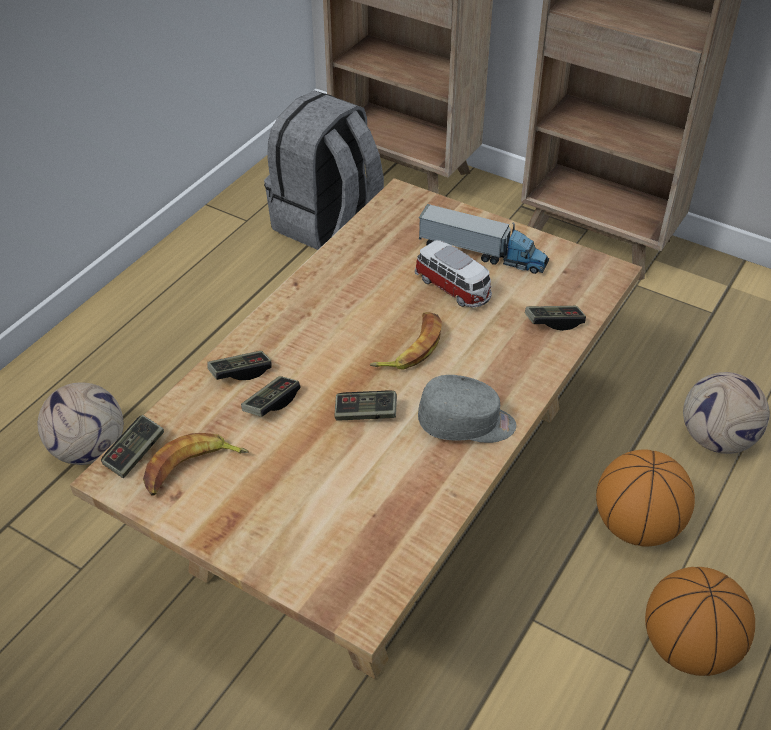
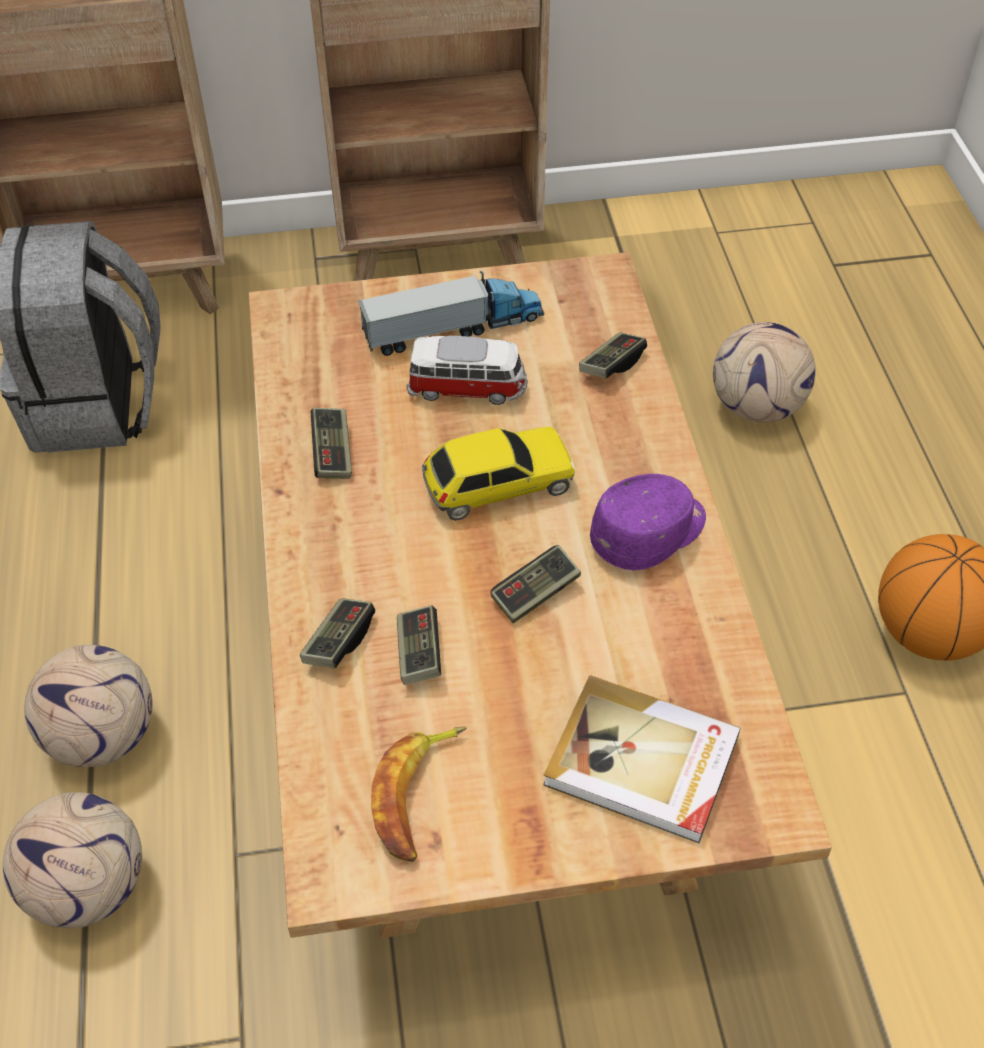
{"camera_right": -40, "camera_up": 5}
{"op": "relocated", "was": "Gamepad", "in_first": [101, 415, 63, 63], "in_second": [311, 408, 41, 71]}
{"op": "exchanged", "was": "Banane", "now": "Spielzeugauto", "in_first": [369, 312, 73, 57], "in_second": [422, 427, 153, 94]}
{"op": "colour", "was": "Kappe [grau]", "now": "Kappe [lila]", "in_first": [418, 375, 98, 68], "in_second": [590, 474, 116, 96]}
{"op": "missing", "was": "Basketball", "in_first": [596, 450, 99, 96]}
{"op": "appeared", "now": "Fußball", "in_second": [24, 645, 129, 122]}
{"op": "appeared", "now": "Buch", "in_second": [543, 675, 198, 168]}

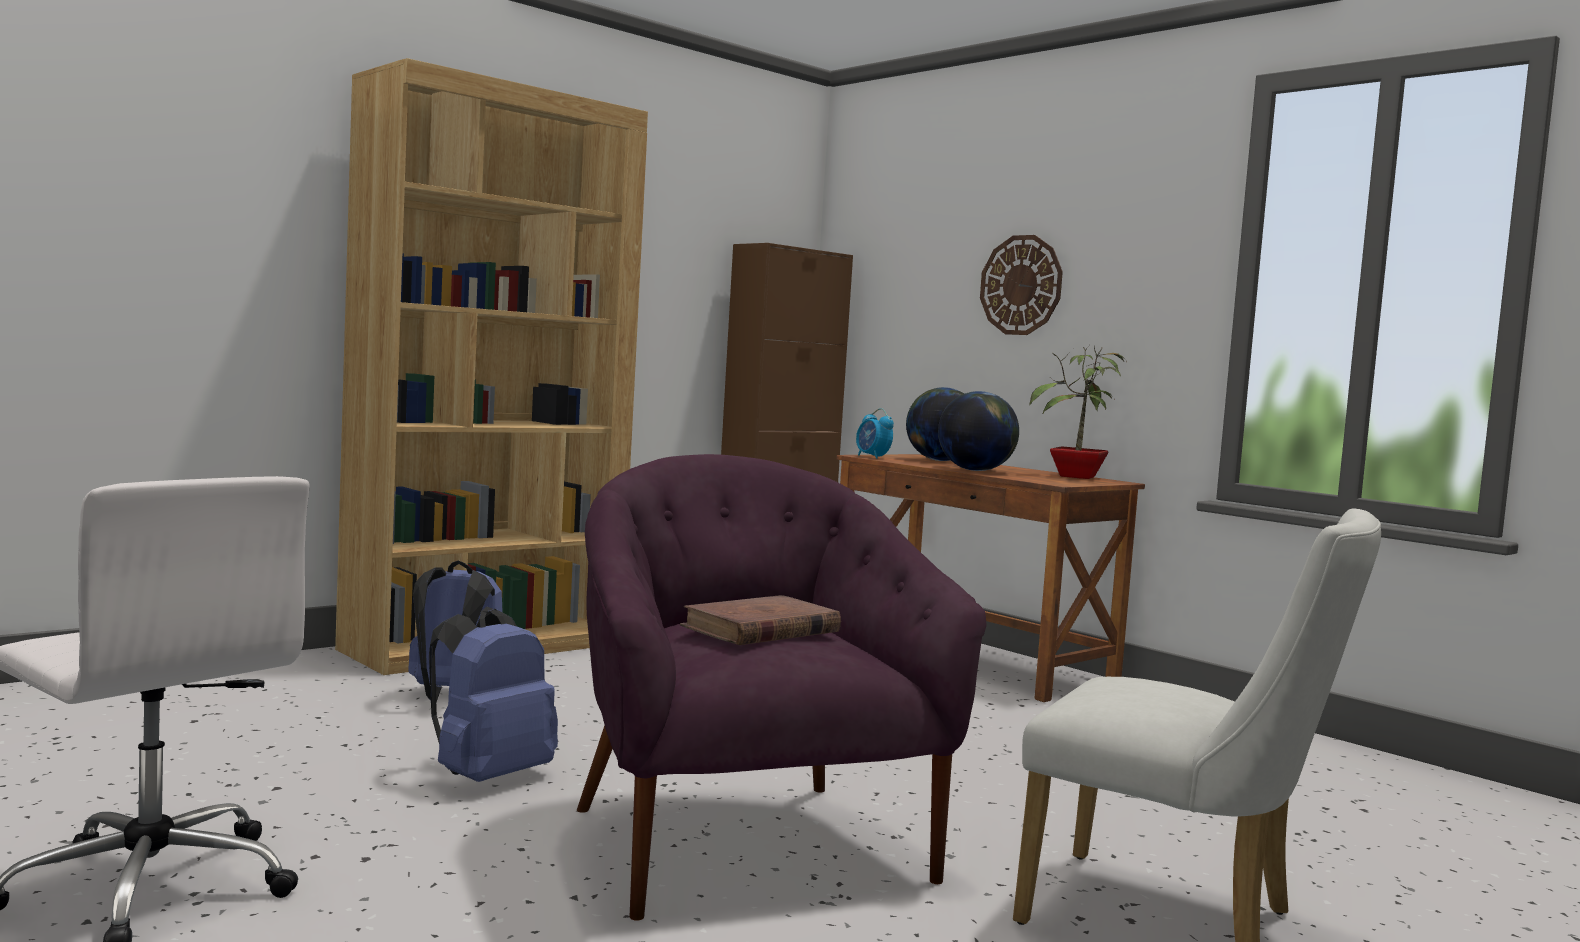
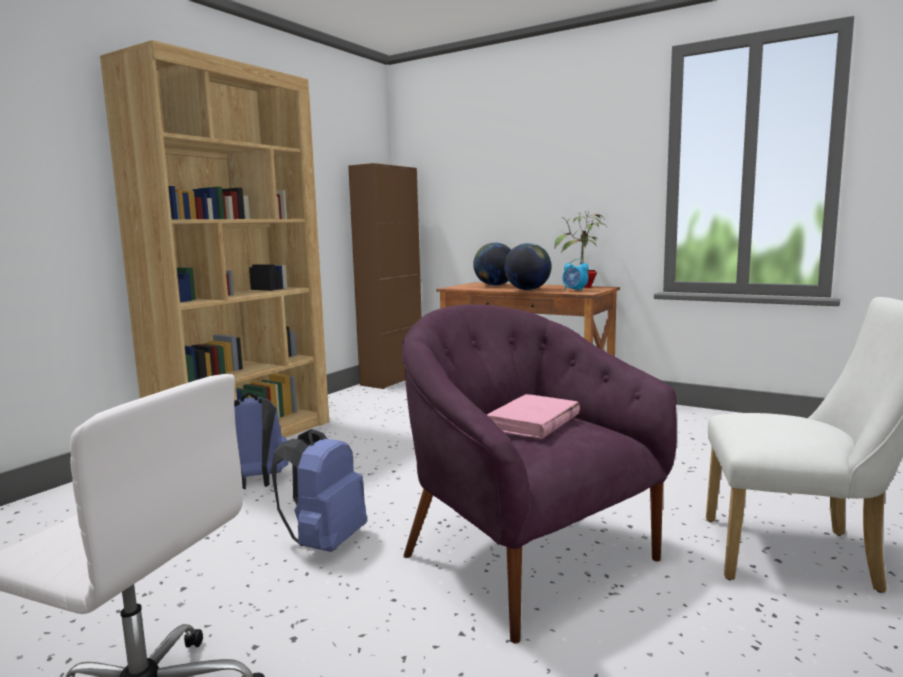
{"camera_right": -15, "camera_up": 5}
{"op": "colour", "was": "Buch [braun]", "now": "Buch [rosa]", "in_first": [680, 595, 161, 50], "in_second": [487, 394, 93, 45]}
{"op": "relocated", "was": "Wecker", "in_first": [856, 408, 38, 51], "in_second": [562, 259, 27, 32]}
{"op": "missing", "was": "Wanduhr", "in_first": [980, 235, 83, 100]}

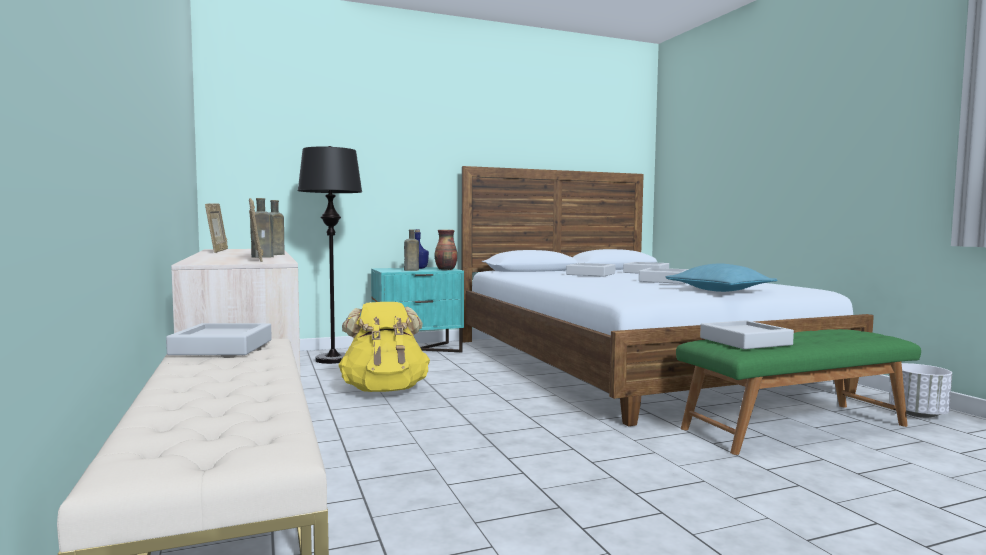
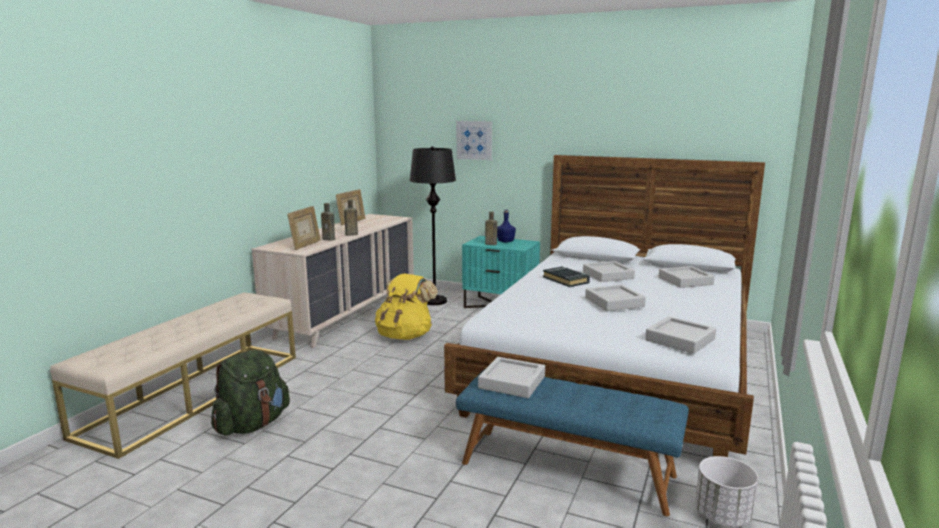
{"camera_right": 45, "camera_up": 10}
{"op": "relocated", "was": "Tablett [grau]", "in_first": [166, 323, 106, 32], "in_second": [645, 316, 71, 38]}
{"op": "missing", "was": "Vase", "in_first": [435, 230, 22, 40]}
{"op": "missing", "was": "Kissen [türkis]", "in_first": [666, 264, 112, 28]}
{"op": "colour", "was": "Bank [grün]", "now": "Bank [blau]", "in_first": [676, 329, 245, 126], "in_second": [456, 369, 233, 147]}
{"op": "appeared", "now": "Rucksack [grün]", "in_second": [211, 350, 79, 85]}
{"op": "appeared", "now": "Bild", "in_second": [456, 121, 36, 39]}
{"op": "appeared", "now": "Buch [schwarz]", "in_second": [543, 267, 47, 20]}

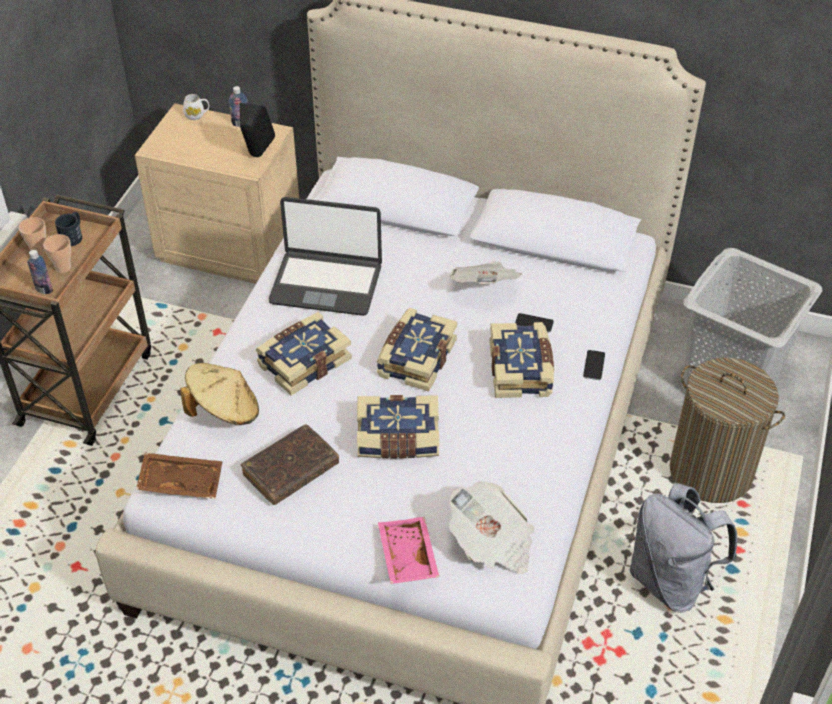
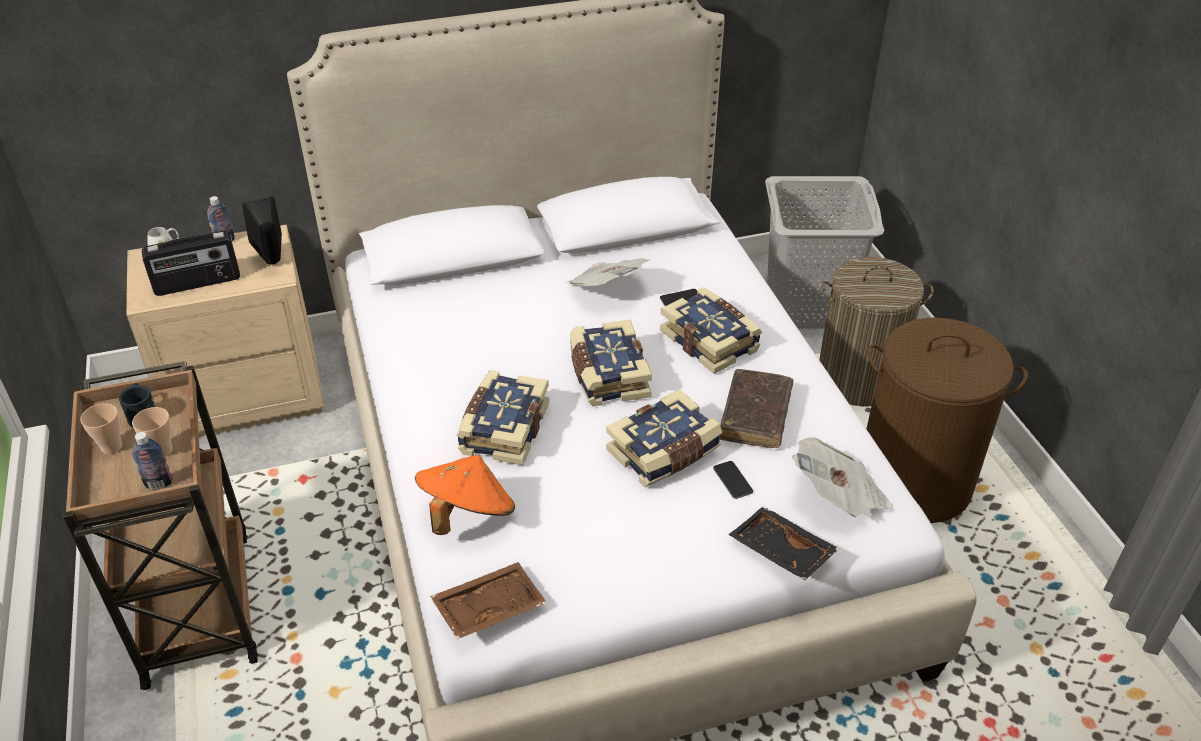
{"camera_right": -35, "camera_up": -5}
{"op": "colour", "was": "Hut [beige]", "now": "Hut [orange]", "in_first": [180, 363, 79, 62], "in_second": [415, 455, 100, 80]}
{"op": "relocated", "was": "Buch [braun]", "in_first": [241, 425, 98, 80], "in_second": [720, 369, 73, 79]}
{"op": "missing", "was": "Laptop", "in_first": [268, 197, 114, 119]}
{"op": "colour", "was": "Tablett [rosa]", "now": "Tablett [schwarz]", "in_first": [378, 517, 61, 67], "in_second": [728, 506, 112, 74]}
{"op": "relocated", "was": "Handy", "in_first": [583, 350, 22, 30], "in_second": [713, 461, 40, 38]}
{"op": "exchanged", "was": "Rucksack [grau]", "now": "Wäschekorb [braun]", "in_first": [629, 483, 108, 130], "in_second": [867, 317, 161, 206]}
{"op": "appeared", "now": "Radio", "in_second": [142, 231, 98, 65]}

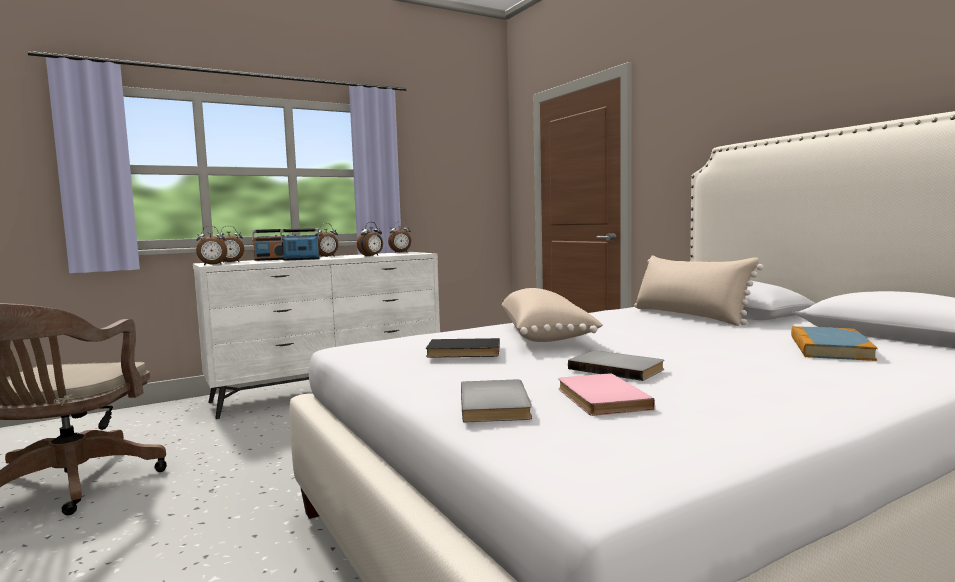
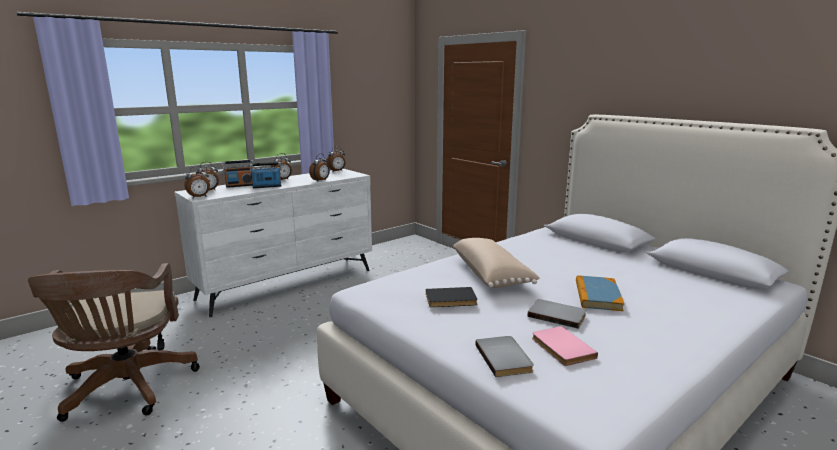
{"camera_right": -10, "camera_up": 10}
{"op": "missing", "was": "Kissen [beige]", "in_first": [634, 255, 129, 71]}
{"op": "relocated", "was": "Buch", "in_first": [791, 326, 86, 35], "in_second": [576, 275, 48, 36]}

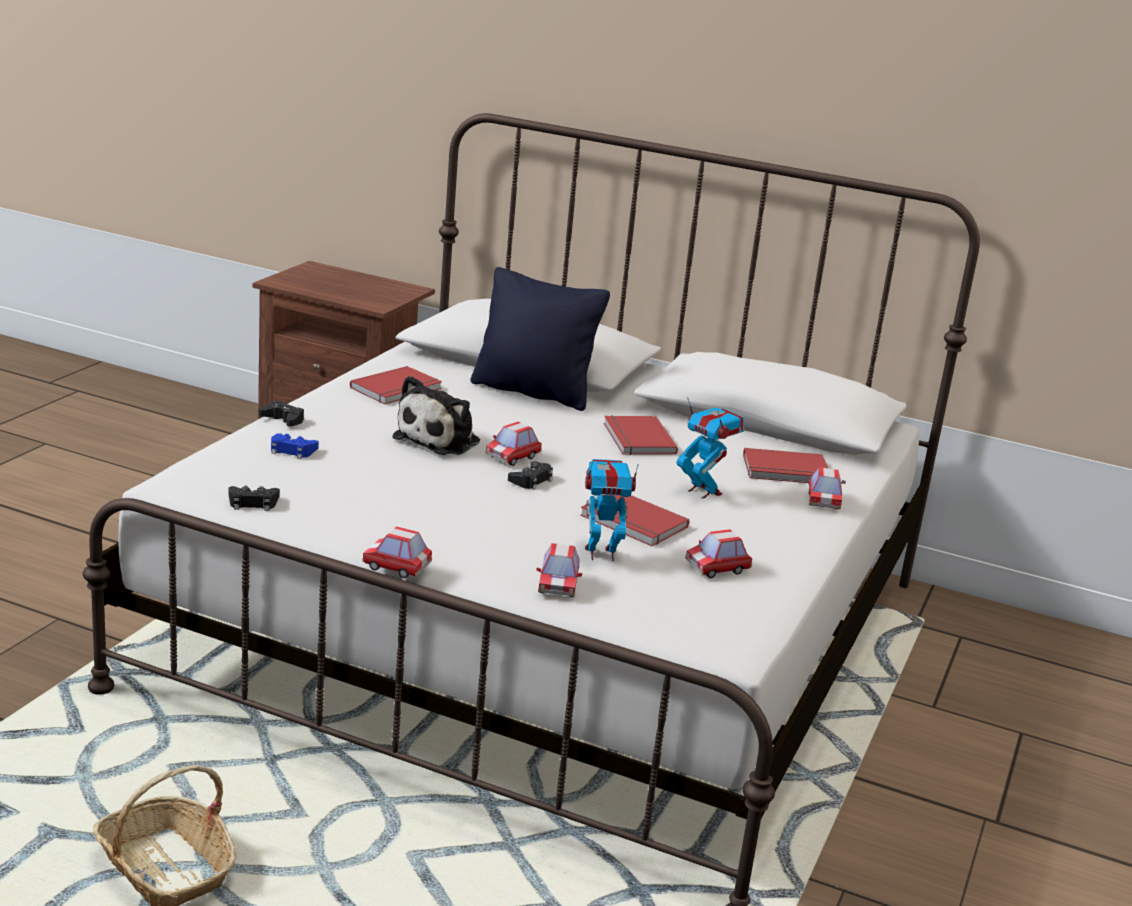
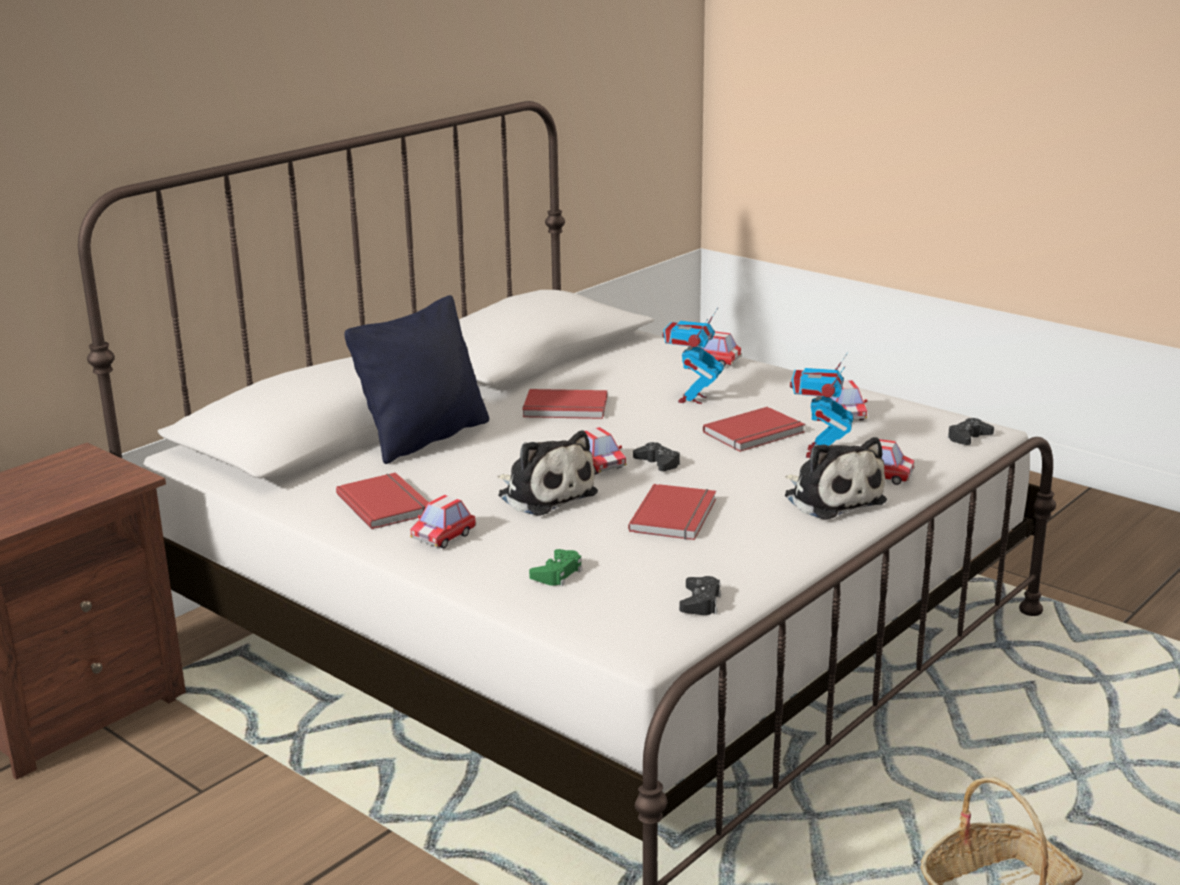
{"camera_right": -70, "camera_up": 0}
{"op": "relocated", "was": "Gamepad [schwarz]", "in_first": [259, 401, 45, 26], "in_second": [948, 418, 46, 27]}
{"op": "colour", "was": "Gamepad [blau]", "now": "Gamepad [grün]", "in_first": [271, 433, 48, 26], "in_second": [529, 549, 53, 37]}
{"op": "relocated", "was": "Spielzeugauto", "in_first": [362, 526, 70, 52], "in_second": [410, 495, 66, 54]}
{"op": "spun", "was": "Spielzeugroboter", "in_first": [677, 397, 67, 102], "in_second": [662, 308, 62, 96], "clockwise": -45}
{"op": "relocated", "was": "Buch [rot]", "in_first": [743, 448, 85, 35], "in_second": [628, 484, 88, 56]}
{"op": "appeared", "now": "Plüschtier", "in_second": [785, 437, 102, 83]}

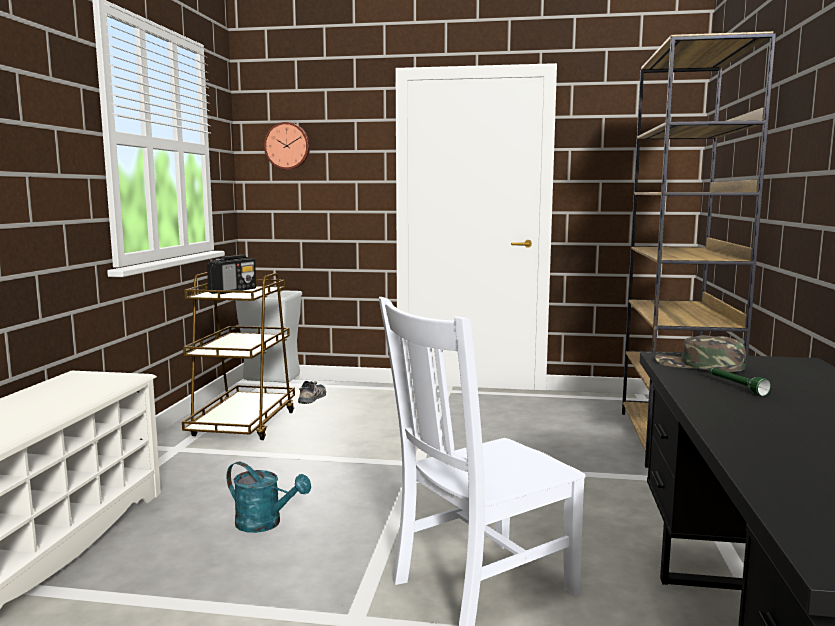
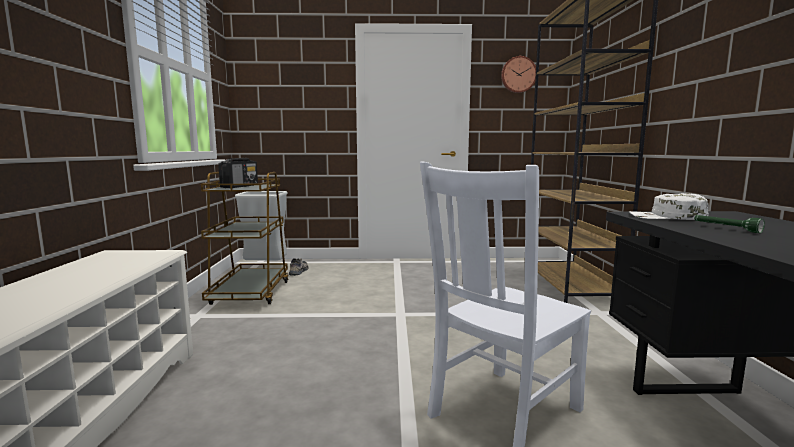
{"camera_right": -10, "camera_up": 0}
{"op": "missing", "was": "Gießkanne [türkis]", "in_first": [227, 462, 84, 71]}
{"op": "relocated", "was": "Wanduhr", "in_first": [264, 122, 46, 48], "in_second": [501, 56, 35, 37]}
{"op": "colour", "was": "Kappe [grün]", "now": "Kappe [weiß]", "in_first": [655, 335, 91, 37], "in_second": [629, 193, 80, 27]}

